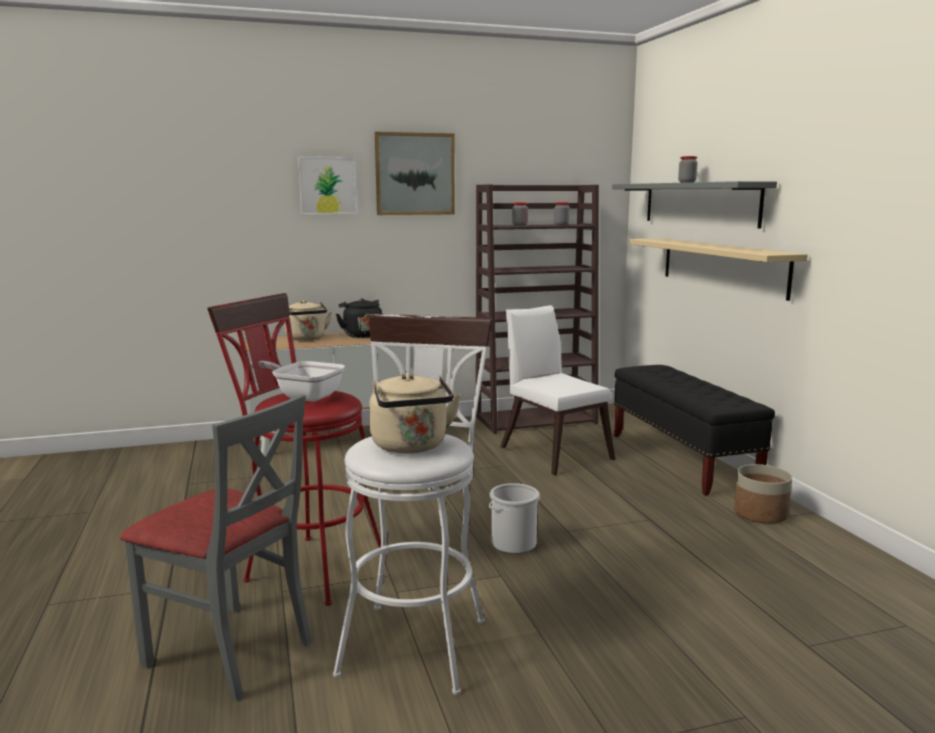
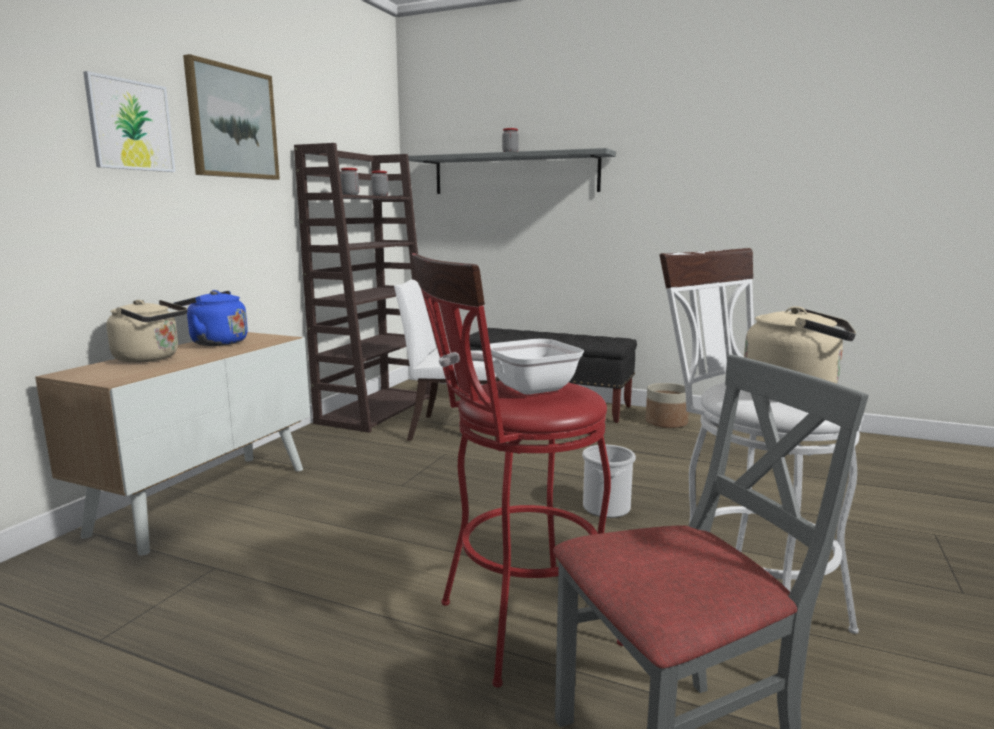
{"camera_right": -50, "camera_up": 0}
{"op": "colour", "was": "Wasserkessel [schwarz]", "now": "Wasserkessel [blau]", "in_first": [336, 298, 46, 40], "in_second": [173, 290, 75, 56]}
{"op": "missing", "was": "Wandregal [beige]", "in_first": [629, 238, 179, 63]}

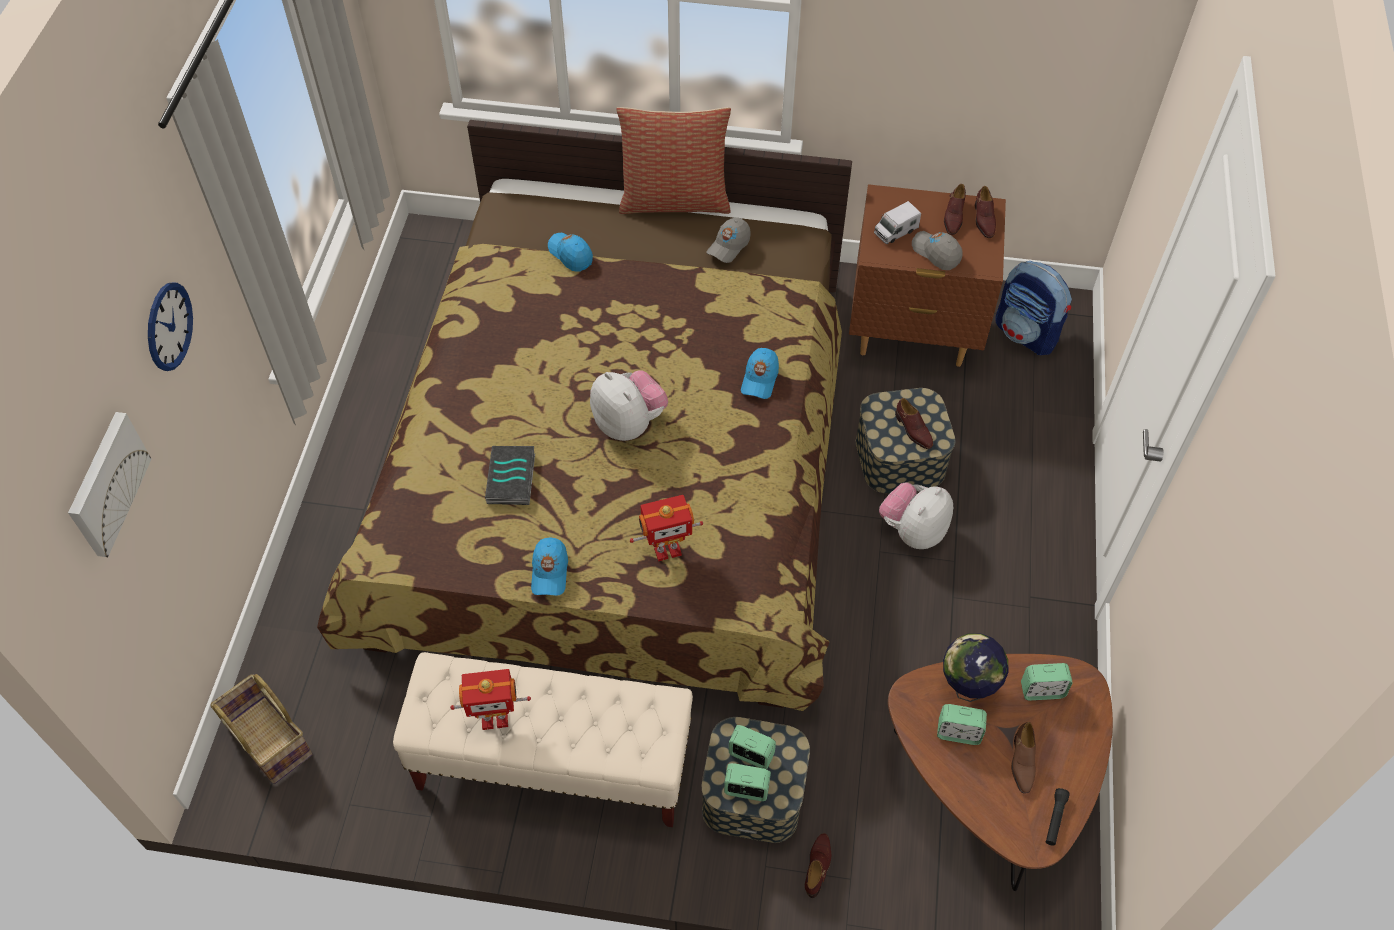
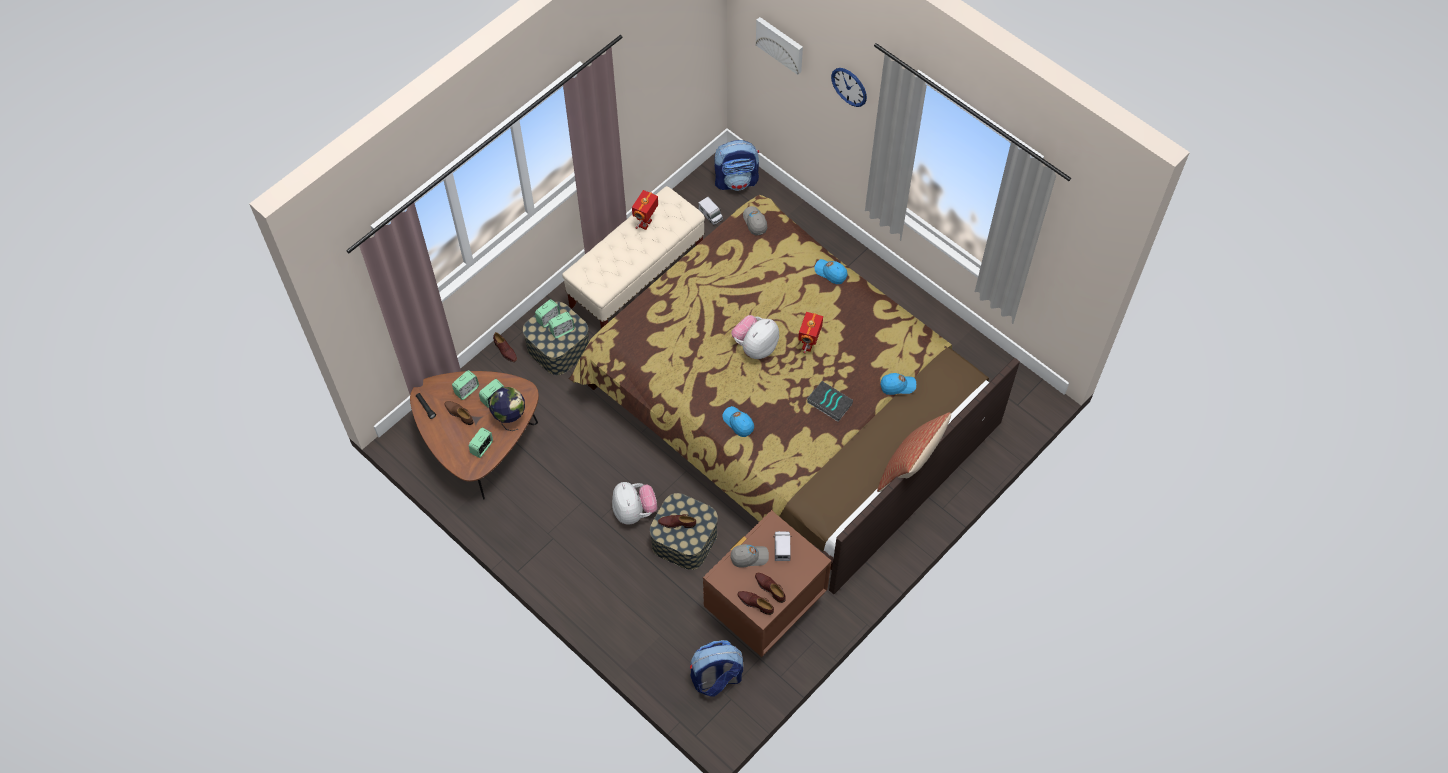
{"camera_right": 125, "camera_up": 5}
{"op": "exchanged", "was": "Korb", "now": "Rucksack", "in_first": [210, 674, 102, 110], "in_second": [714, 140, 45, 50]}
{"op": "relocated", "was": "Buch", "in_first": [485, 446, 50, 59], "in_second": [807, 381, 46, 41]}
{"op": "relocated", "was": "Kappe [blau]", "in_first": [531, 537, 37, 59], "in_second": [814, 259, 33, 25]}
{"op": "spun", "was": "Plüschtier", "in_first": [590, 371, 78, 70], "in_second": [731, 315, 48, 44], "clockwise": 135}
{"op": "relocated", "was": "Spielzeugroboter", "in_first": [630, 495, 73, 67], "in_second": [798, 312, 25, 41]}
{"op": "relocated", "was": "Kappe [grau]", "in_first": [706, 217, 45, 46], "in_second": [743, 206, 24, 30]}
{"op": "appeared", "now": "Wecker", "in_second": [452, 370, 27, 30]}
{"op": "appeared", "now": "Spielzeuglaster", "in_second": [698, 197, 25, 28]}

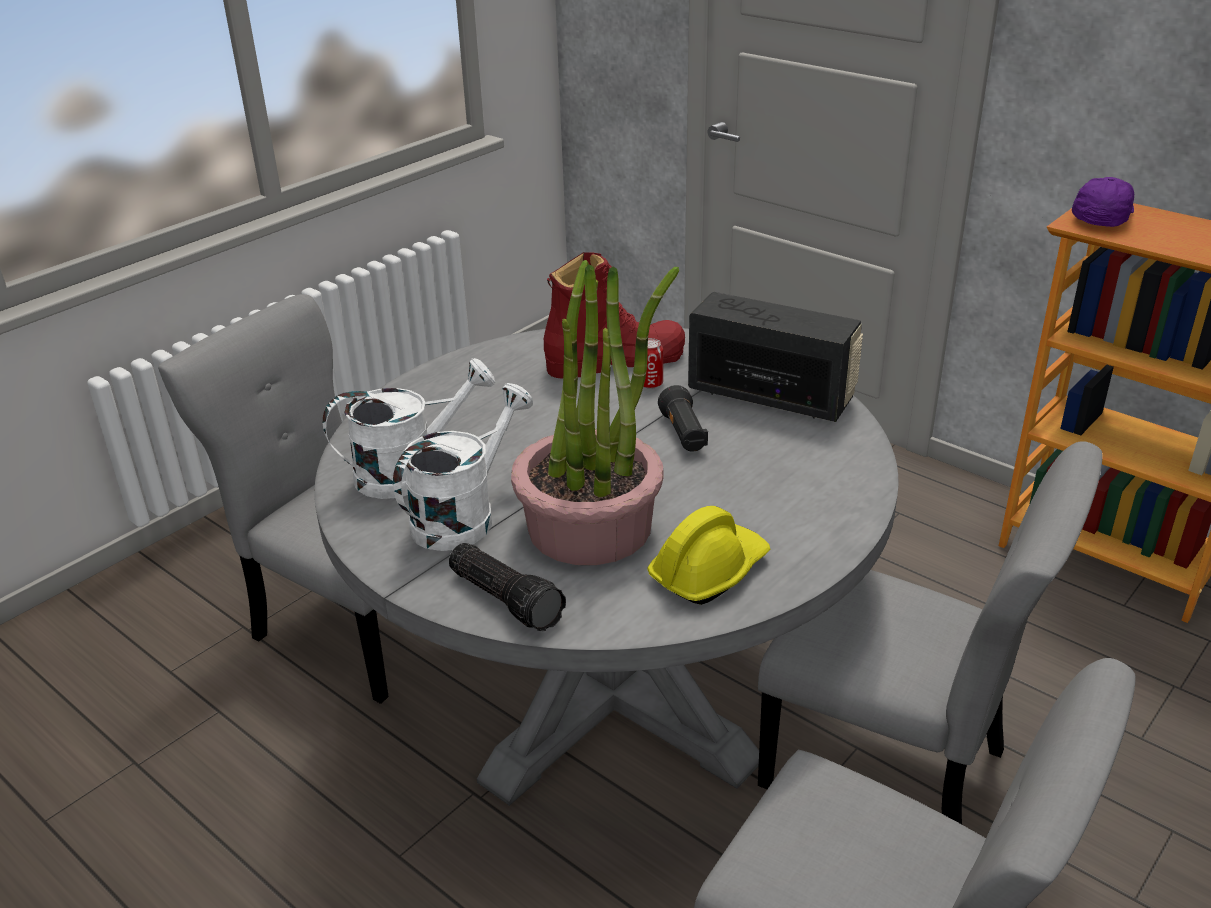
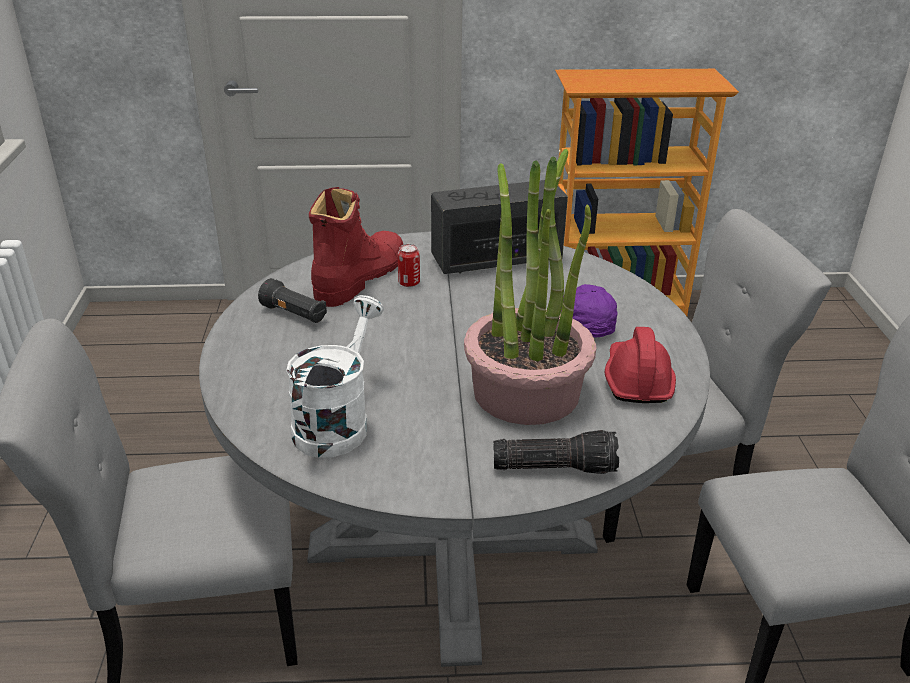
{"camera_right": -45, "camera_up": 0}
{"op": "missing", "was": "Gießkanne [weiß]", "in_first": [393, 383, 140, 168]}
{"op": "colour", "was": "Schutzhelm [gelb]", "now": "Schutzhelm [rot]", "in_first": [647, 506, 123, 99], "in_second": [605, 327, 71, 76]}
{"op": "relocated", "was": "Taschenlampe [schwarz]", "in_first": [658, 385, 50, 67], "in_second": [258, 278, 69, 45]}
{"op": "relocated", "was": "Kappe [lila]", "in_first": [1072, 177, 62, 50], "in_second": [561, 284, 56, 53]}

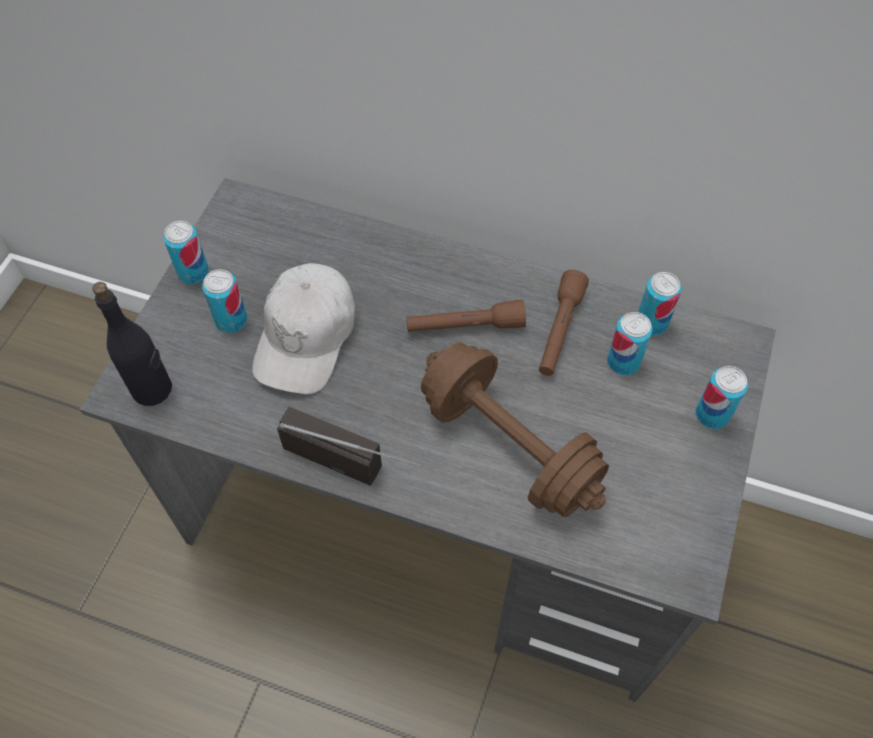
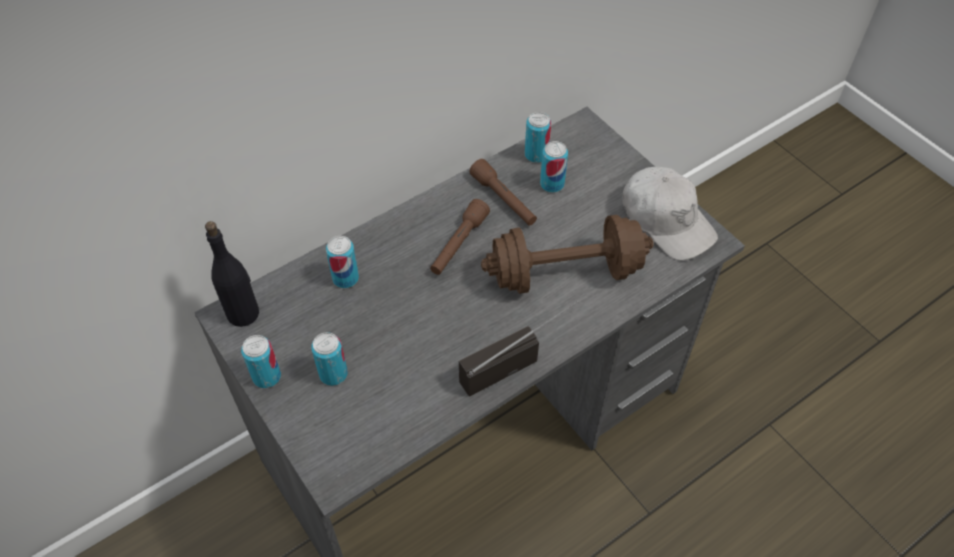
{"camera_right": -55, "camera_up": -5}
{"op": "relocated", "was": "Flasche [schwarz]", "in_first": [92, 282, 80, 124], "in_second": [205, 221, 54, 106]}
{"op": "relocated", "was": "Kappe [weiß]", "in_first": [252, 263, 103, 131], "in_second": [623, 167, 95, 94]}
{"op": "relocated", "was": "Dose", "in_first": [696, 366, 52, 63], "in_second": [326, 236, 33, 52]}

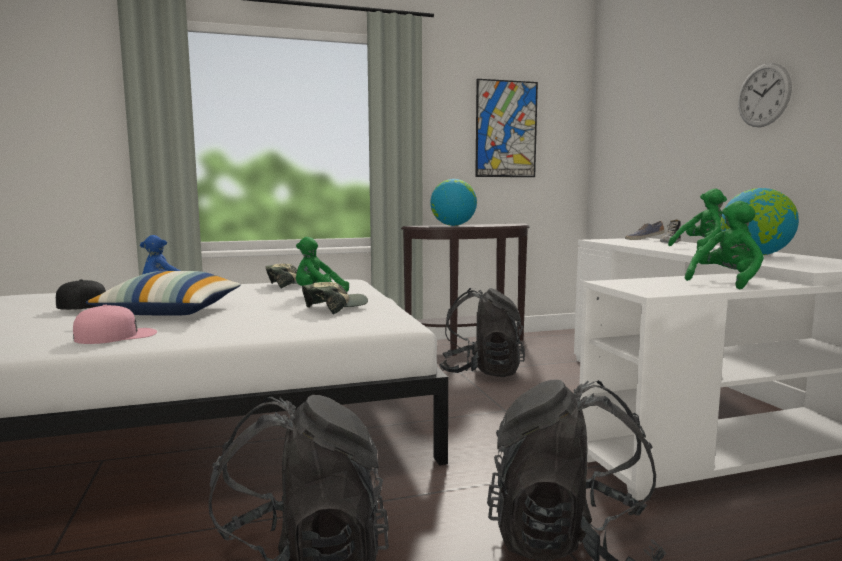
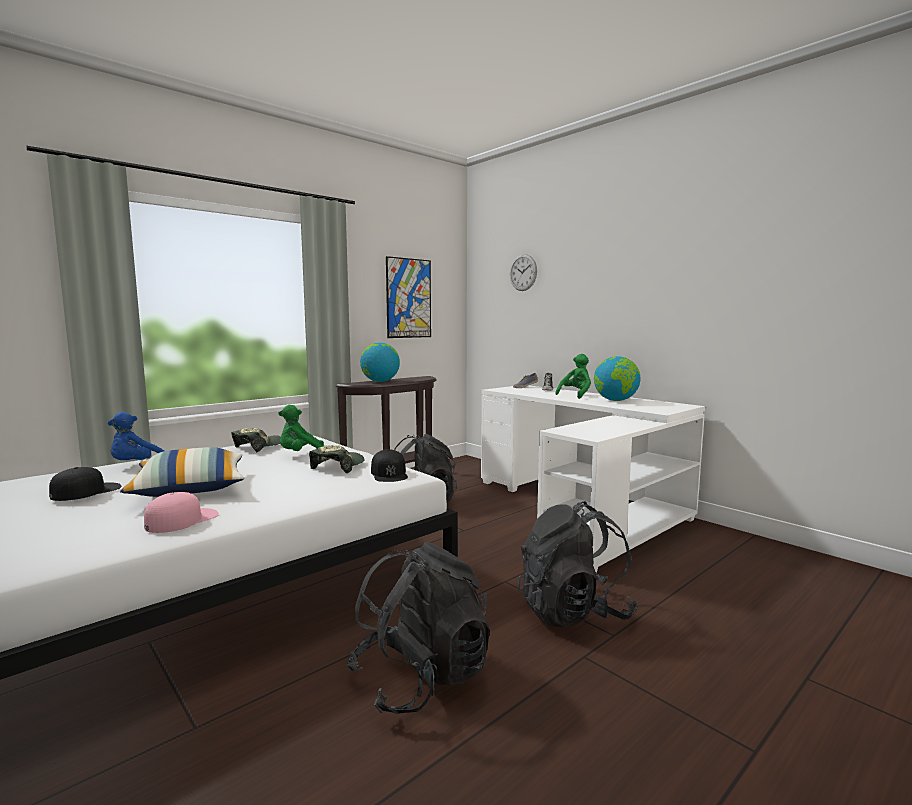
{"camera_right": -25, "camera_up": 0}
{"op": "missing", "was": "Plüschtier [grün]", "in_first": [684, 201, 80, 88]}
{"op": "relocated", "was": "Wanduhr", "in_first": [738, 63, 54, 64], "in_second": [510, 254, 27, 37]}
{"op": "appeared", "now": "Kappe [schwarz]", "in_second": [371, 449, 37, 33]}

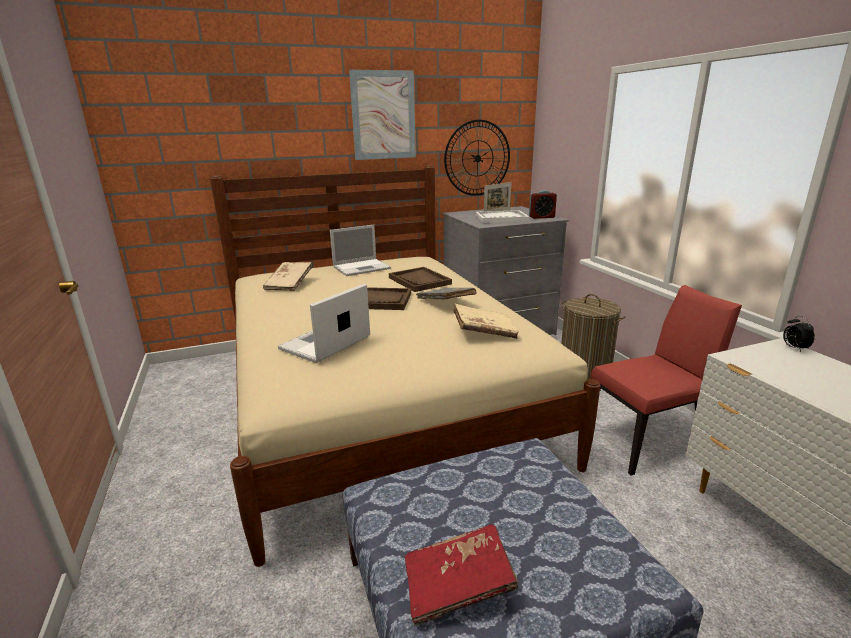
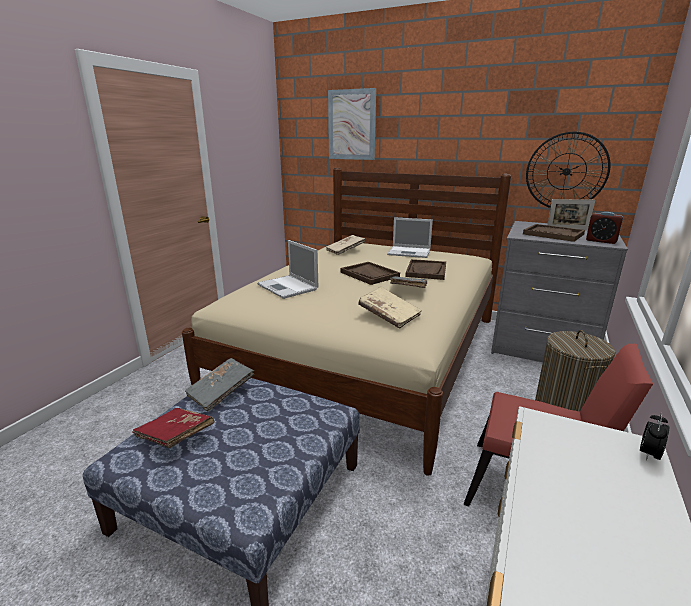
{"camera_right": 45, "camera_up": 0}
{"op": "spun", "was": "Laptop", "in_first": [278, 284, 92, 79], "in_second": [257, 240, 61, 59], "clockwise": -120}
{"op": "relocated", "was": "Bild", "in_first": [349, 70, 67, 90], "in_second": [328, 88, 48, 72]}
{"op": "colour", "was": "Tablett [weiß]", "now": "Tablett [braun]", "in_first": [476, 210, 53, 13], "in_second": [523, 224, 62, 18]}
{"op": "appeared", "now": "Buch [grau]", "in_second": [185, 358, 70, 54]}

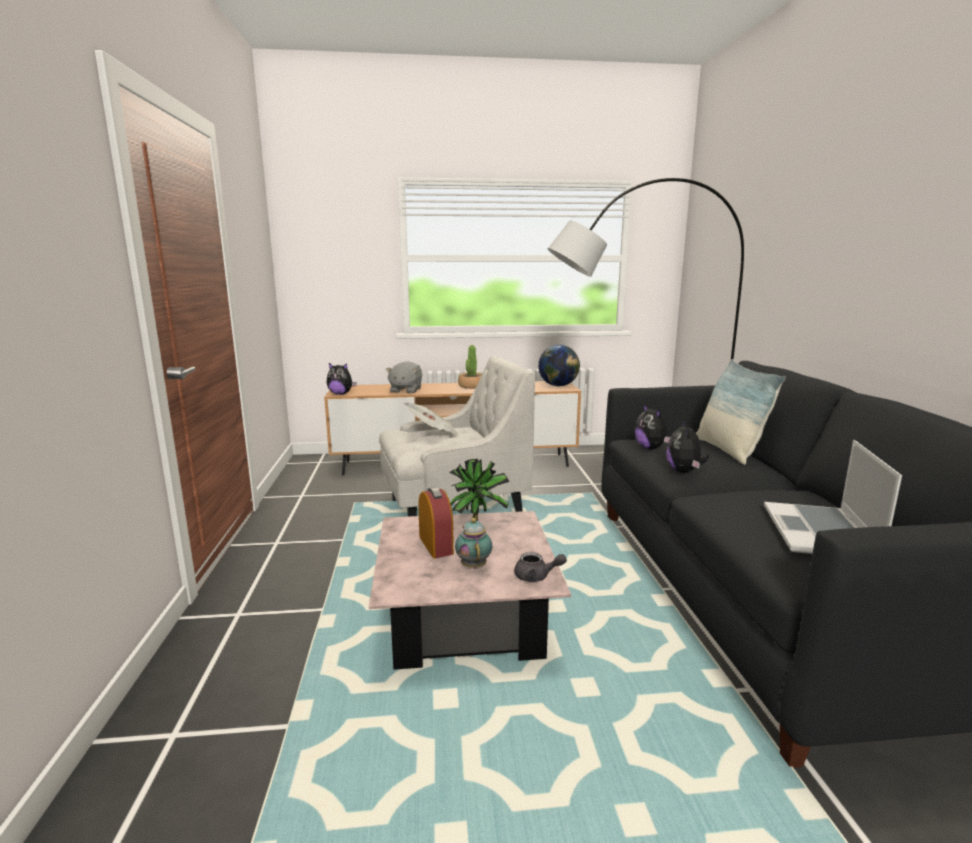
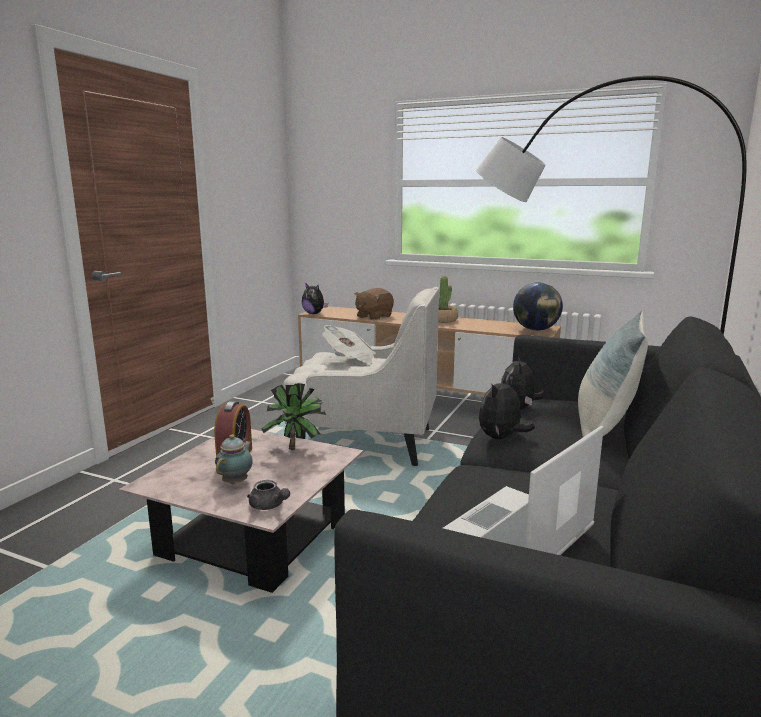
{"camera_right": 30, "camera_up": 0}
{"op": "colour", "was": "Plüschtier [grau]", "now": "Plüschtier [braun]", "in_first": [386, 361, 36, 32], "in_second": [355, 288, 39, 32]}

